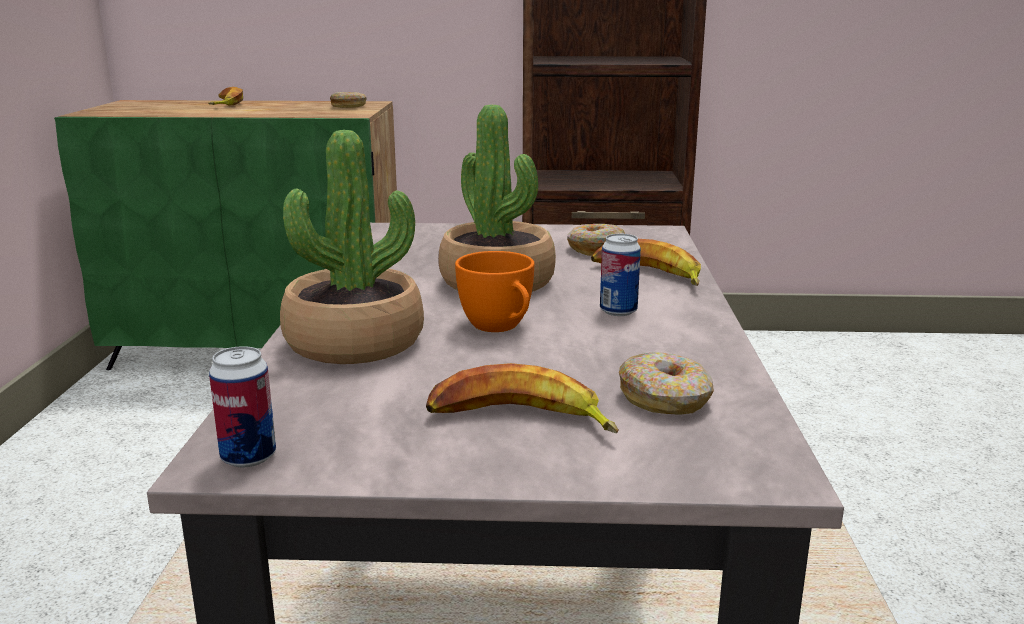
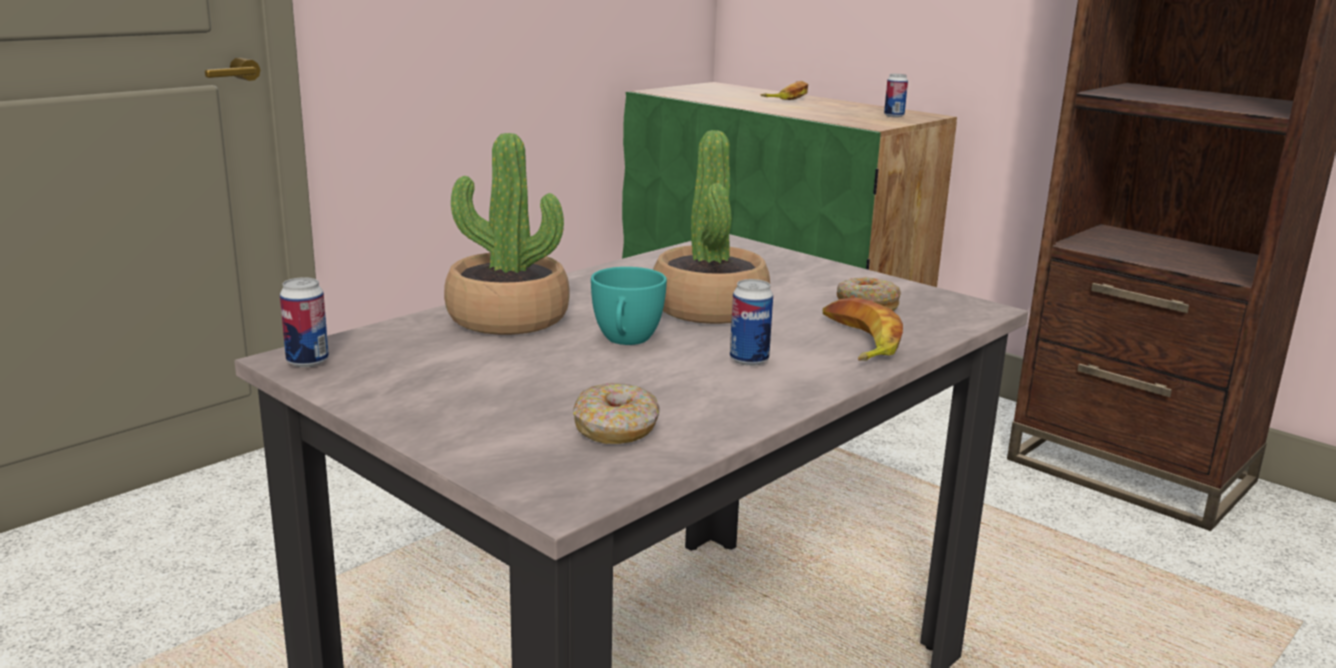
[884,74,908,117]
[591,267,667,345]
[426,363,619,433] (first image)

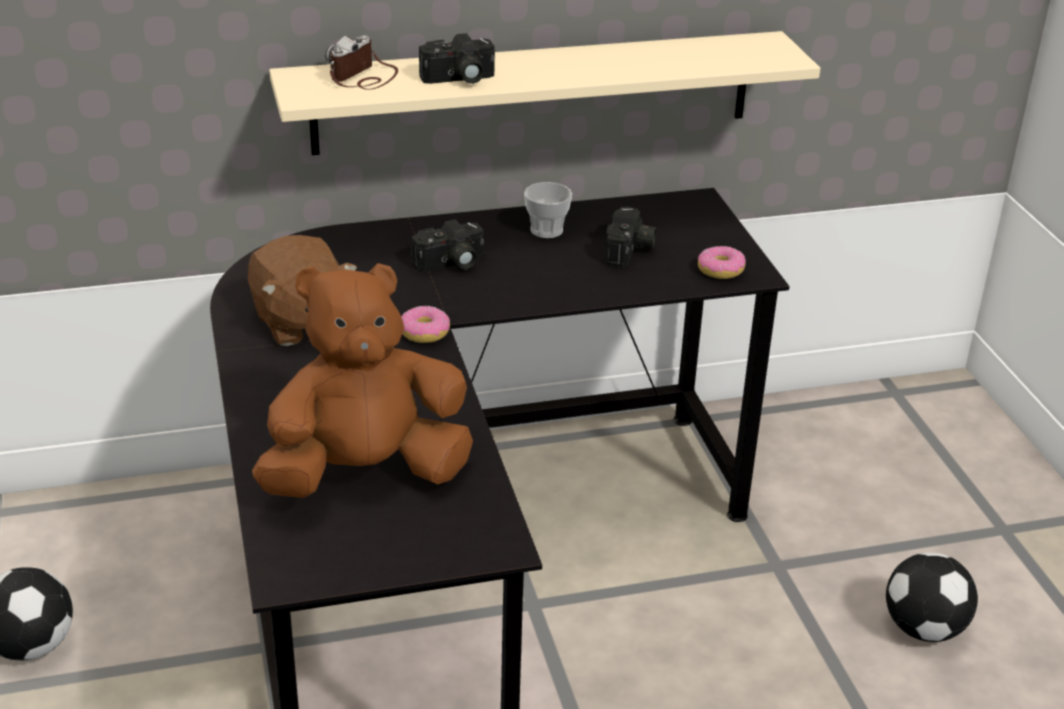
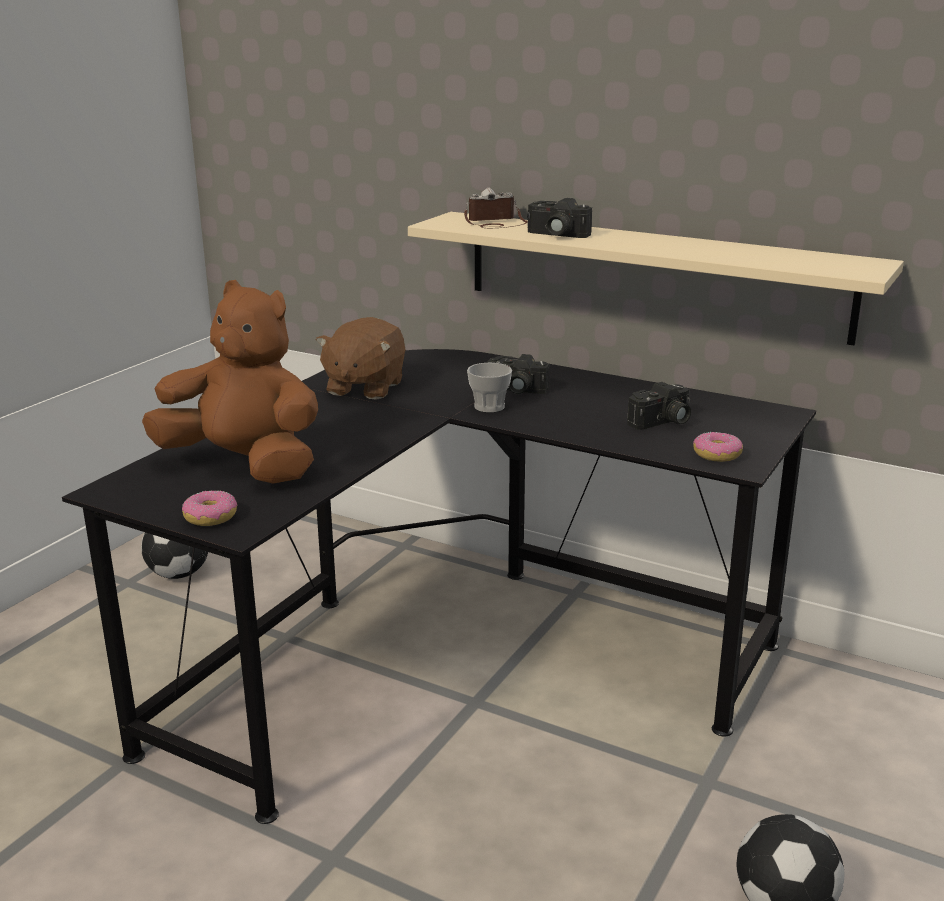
[467,363,512,413]
[182,490,238,526]

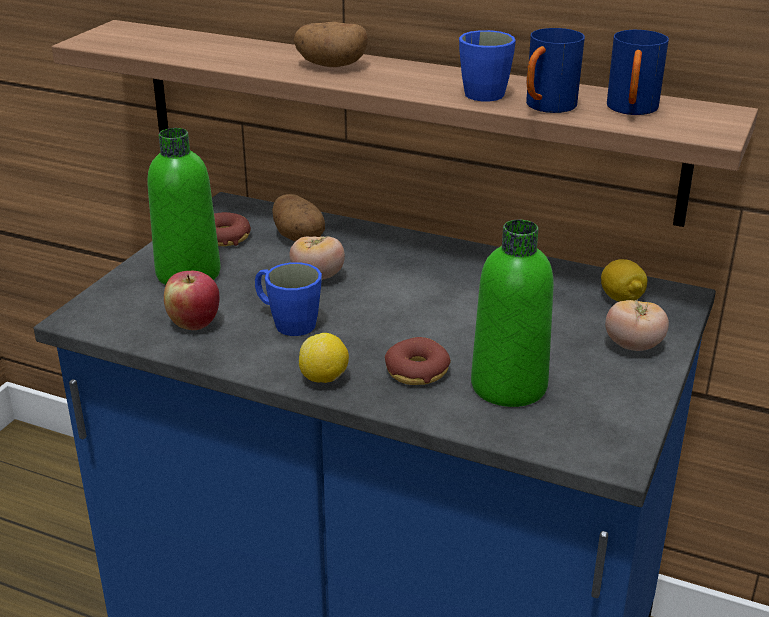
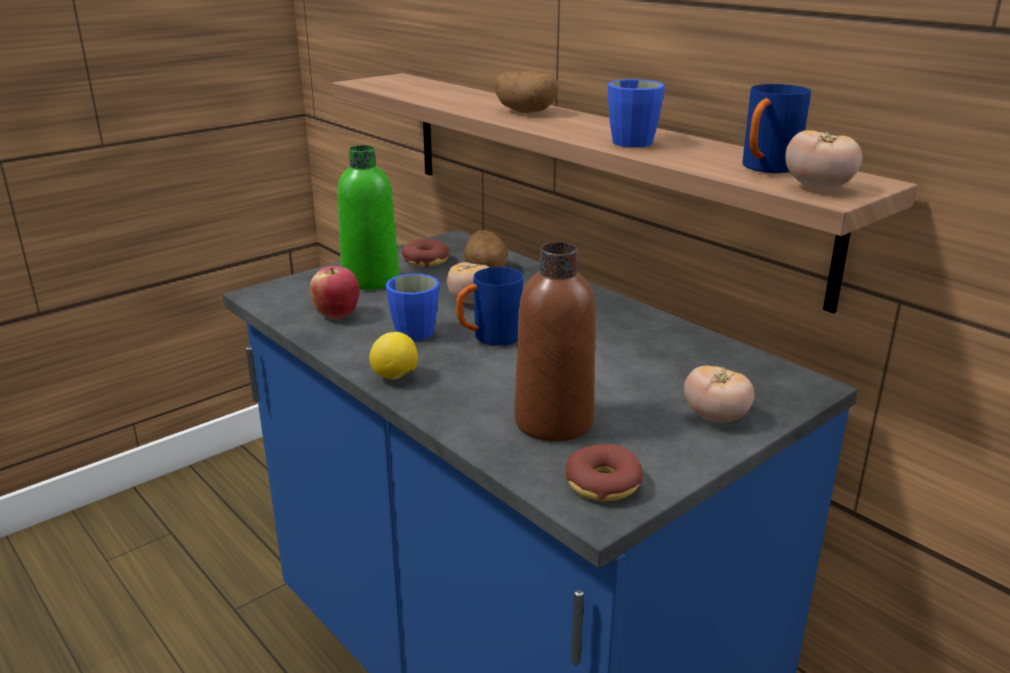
[456,267,523,346]
[514,242,595,441]
[601,259,647,302] (first image)
[565,444,643,501]
[785,130,862,189]

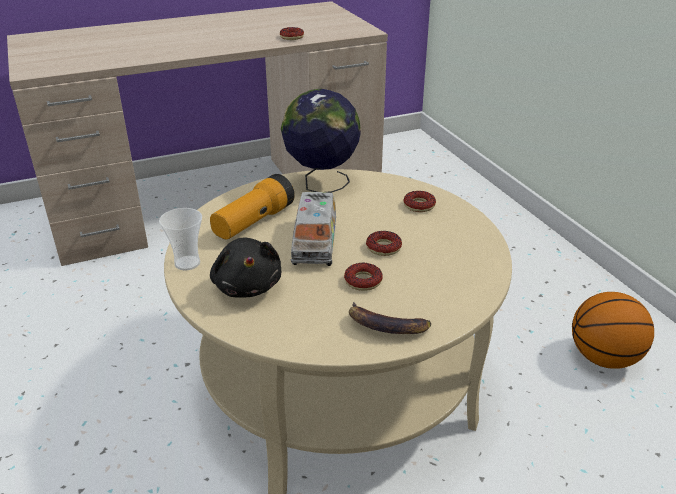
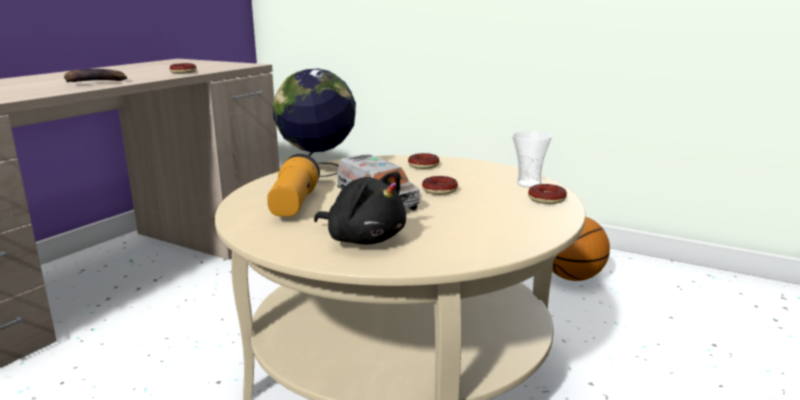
[512,131,552,187]
[528,184,567,204]
[64,69,127,83]

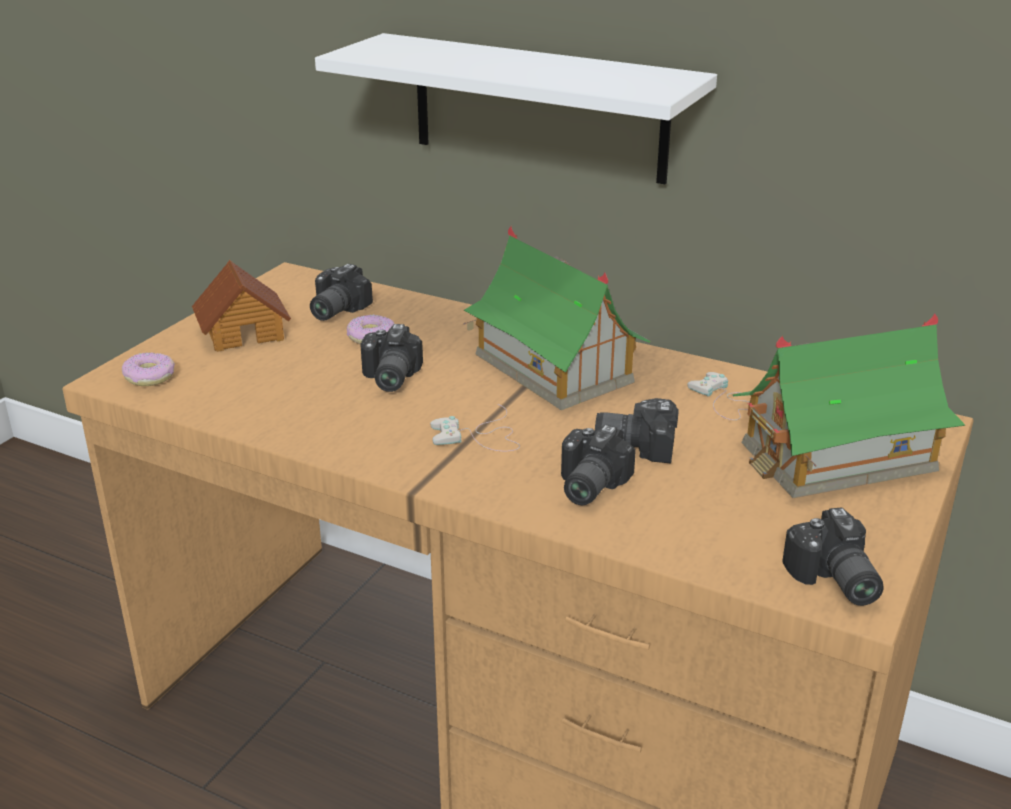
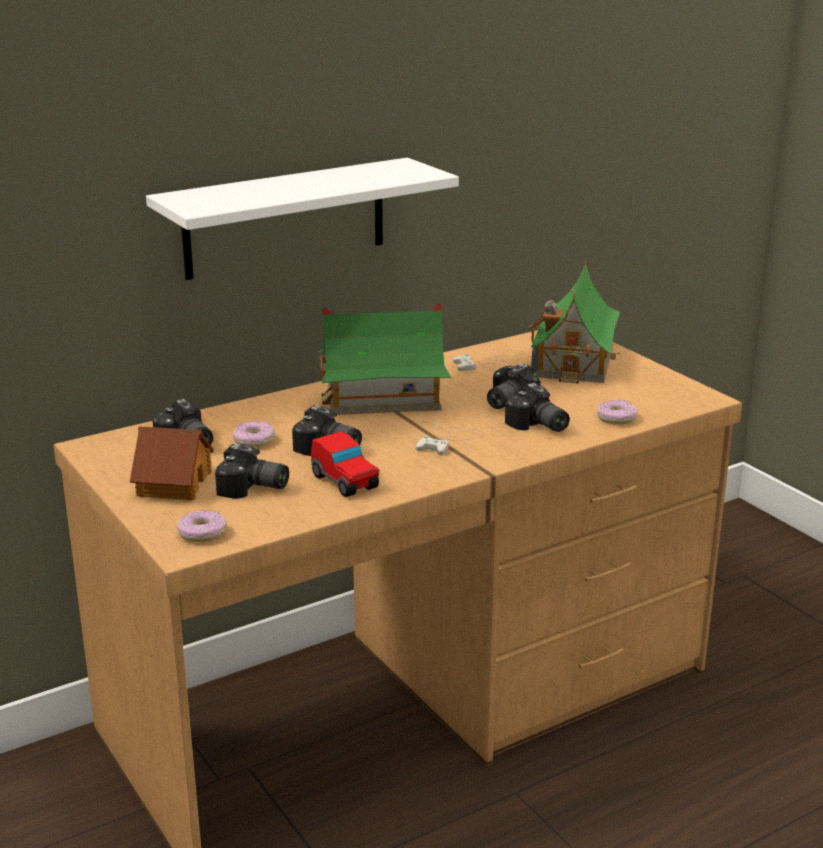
[215,444,289,499]
[597,400,638,424]
[311,431,380,497]

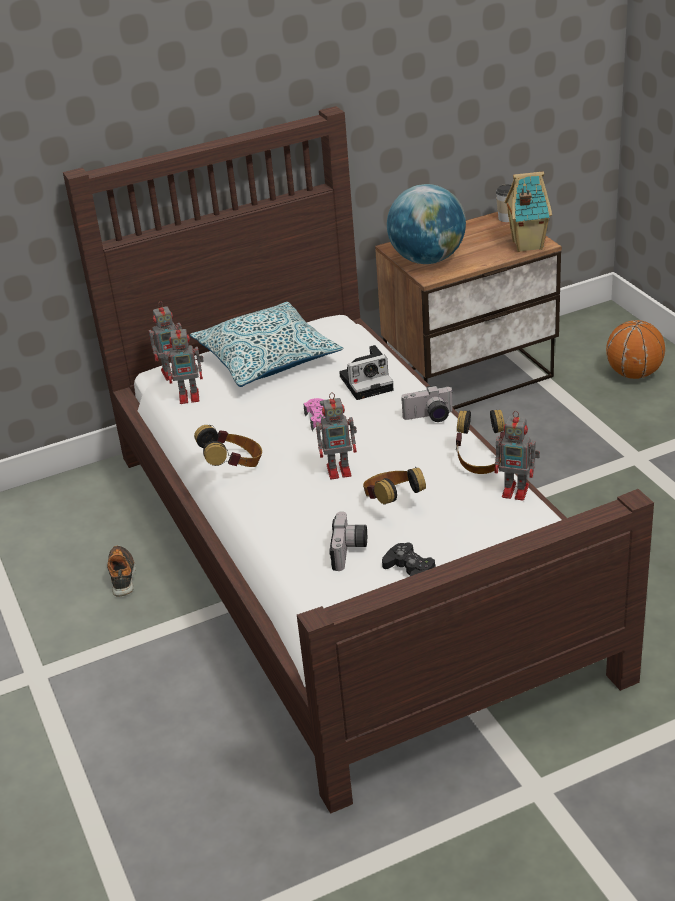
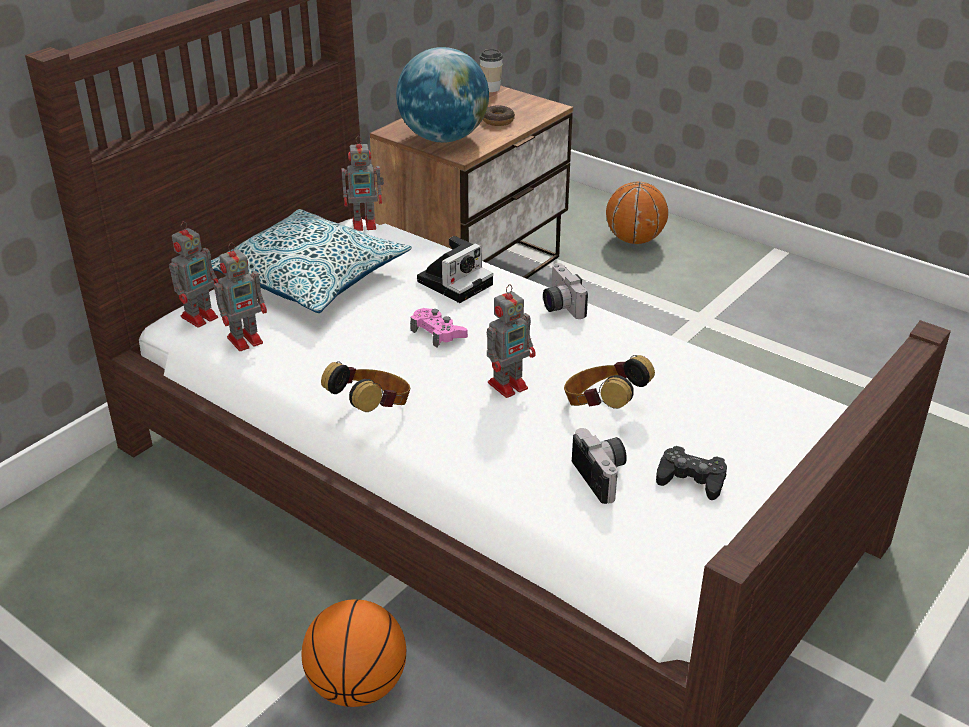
[505,171,552,252] (first image)
[543,263,588,319]
[456,410,505,474] (first image)
[341,136,384,231]
[107,545,136,597] (first image)
[483,105,515,126]
[302,599,406,707]

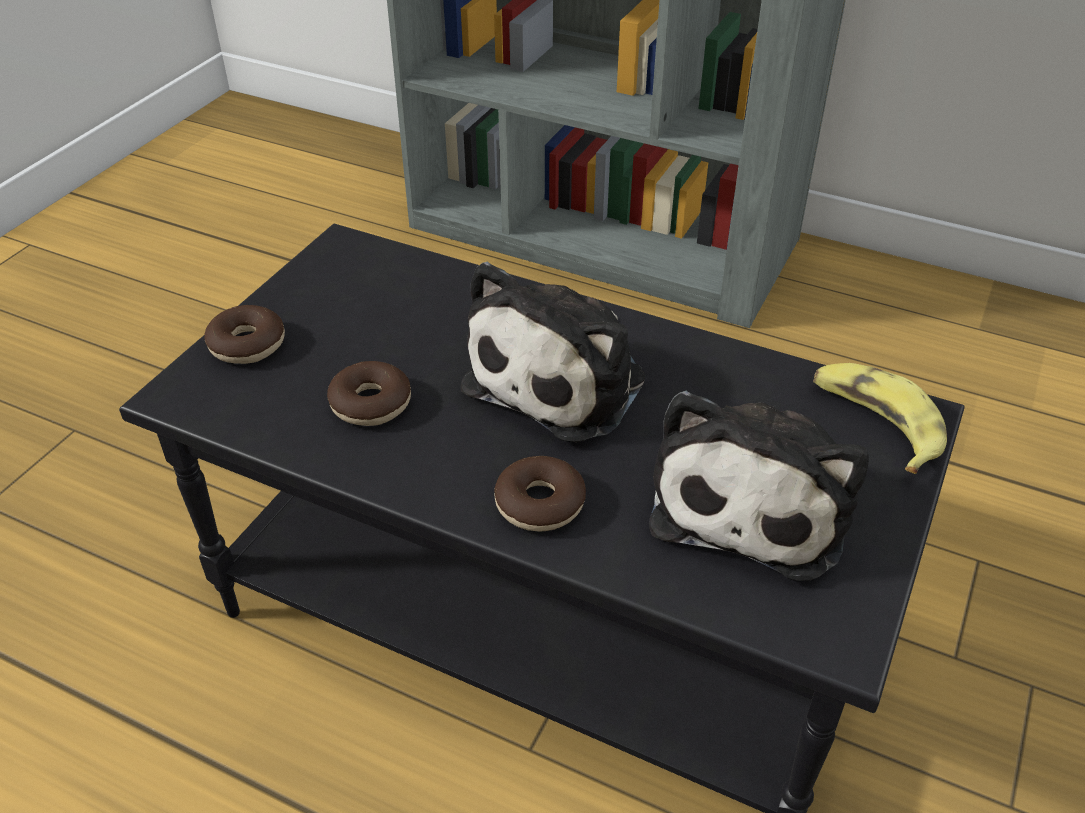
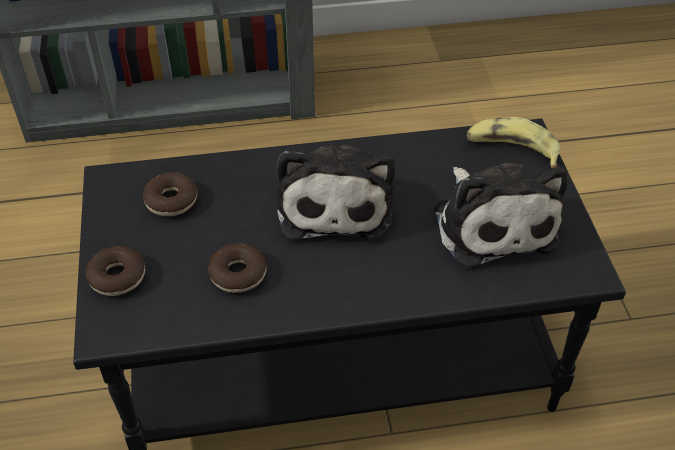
[143,172,197,216]

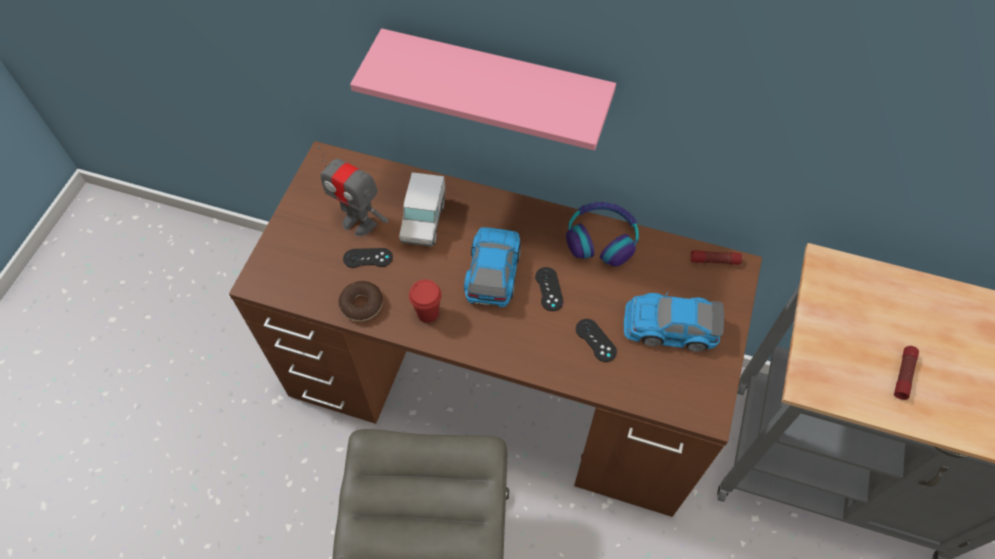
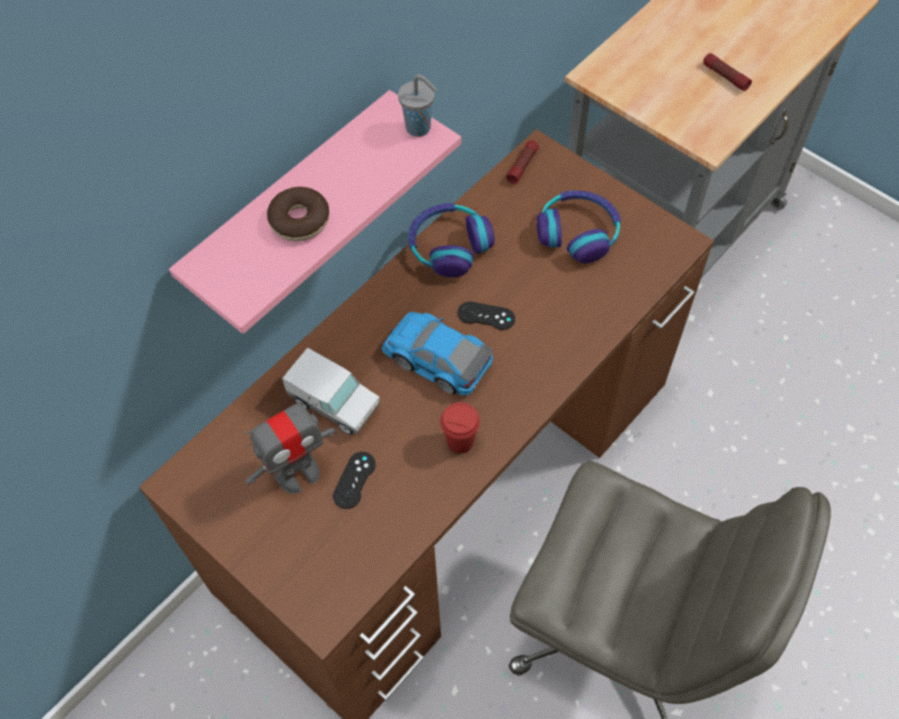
[267,187,329,241]
[537,190,621,263]
[576,319,617,362] (first image)
[398,74,437,137]

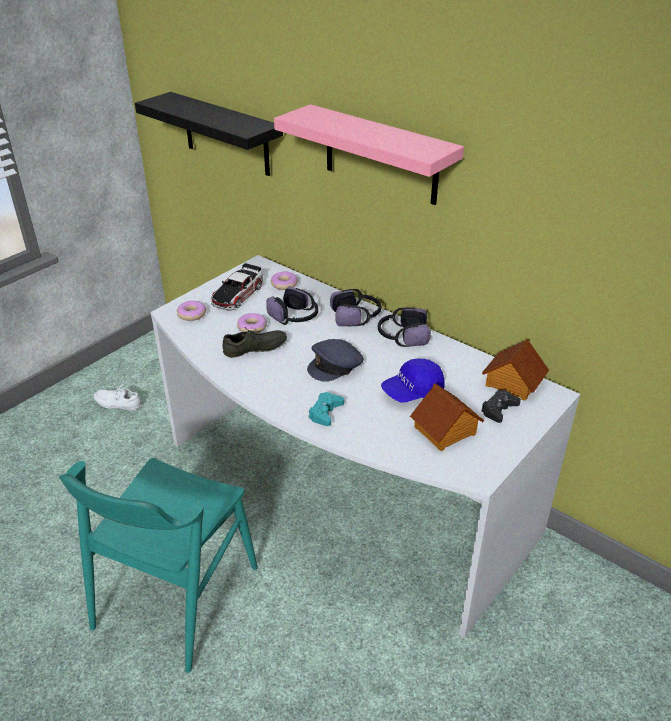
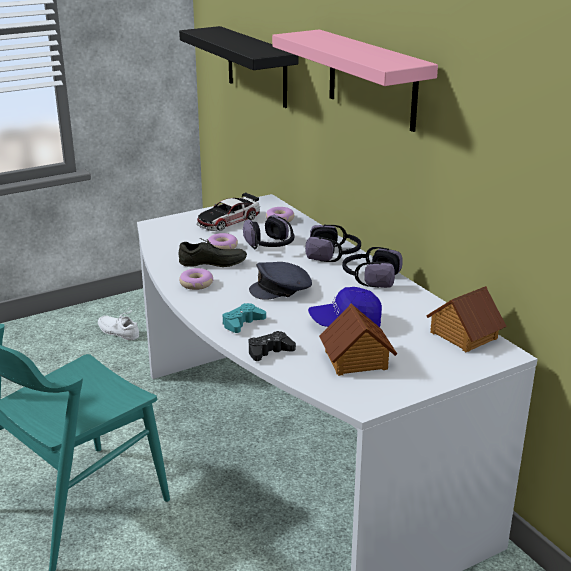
[179,268,213,290]
[249,331,296,361]

